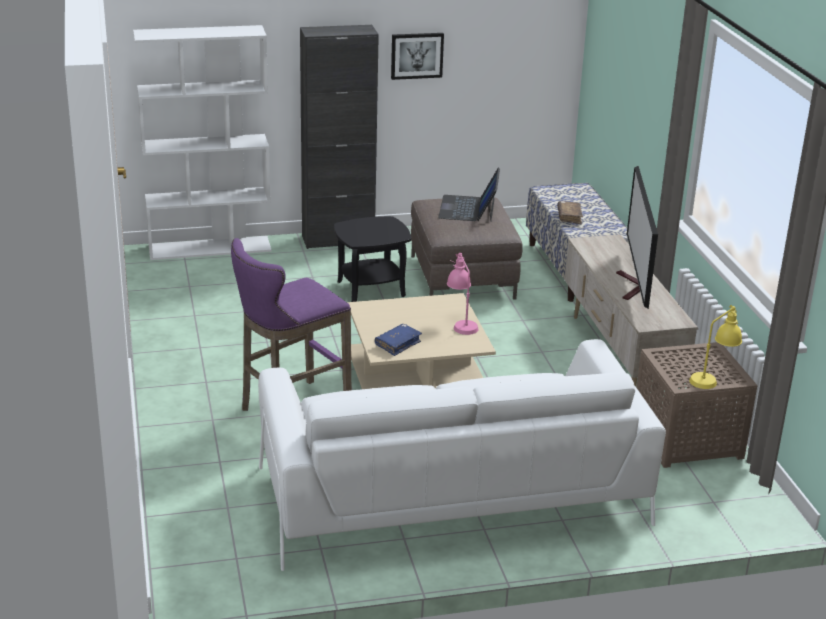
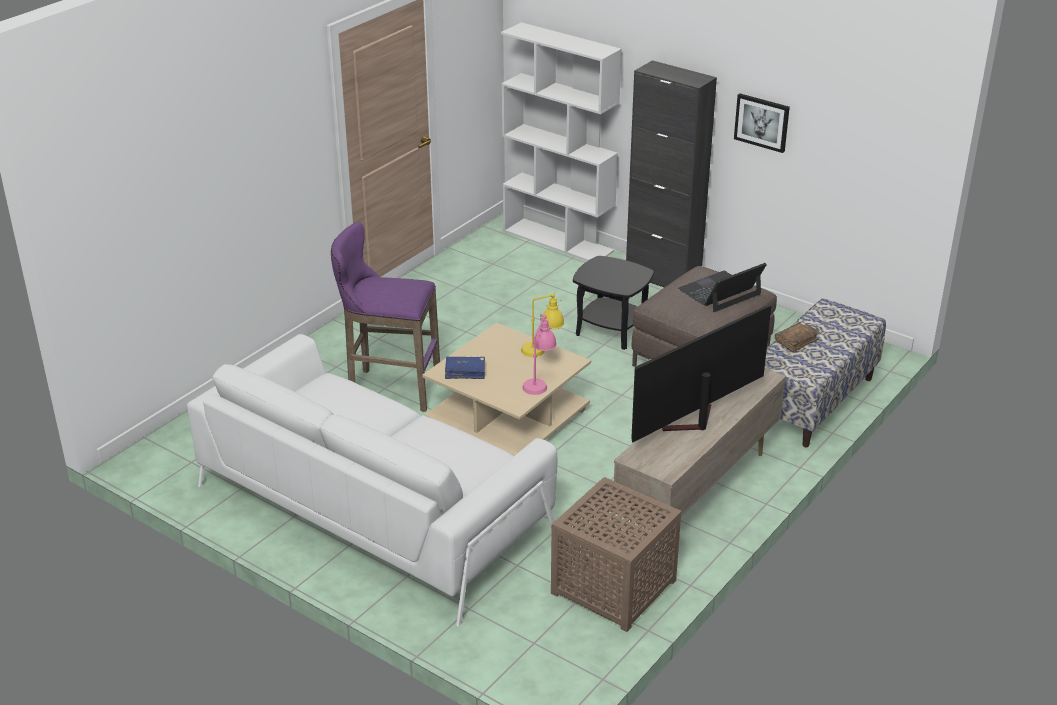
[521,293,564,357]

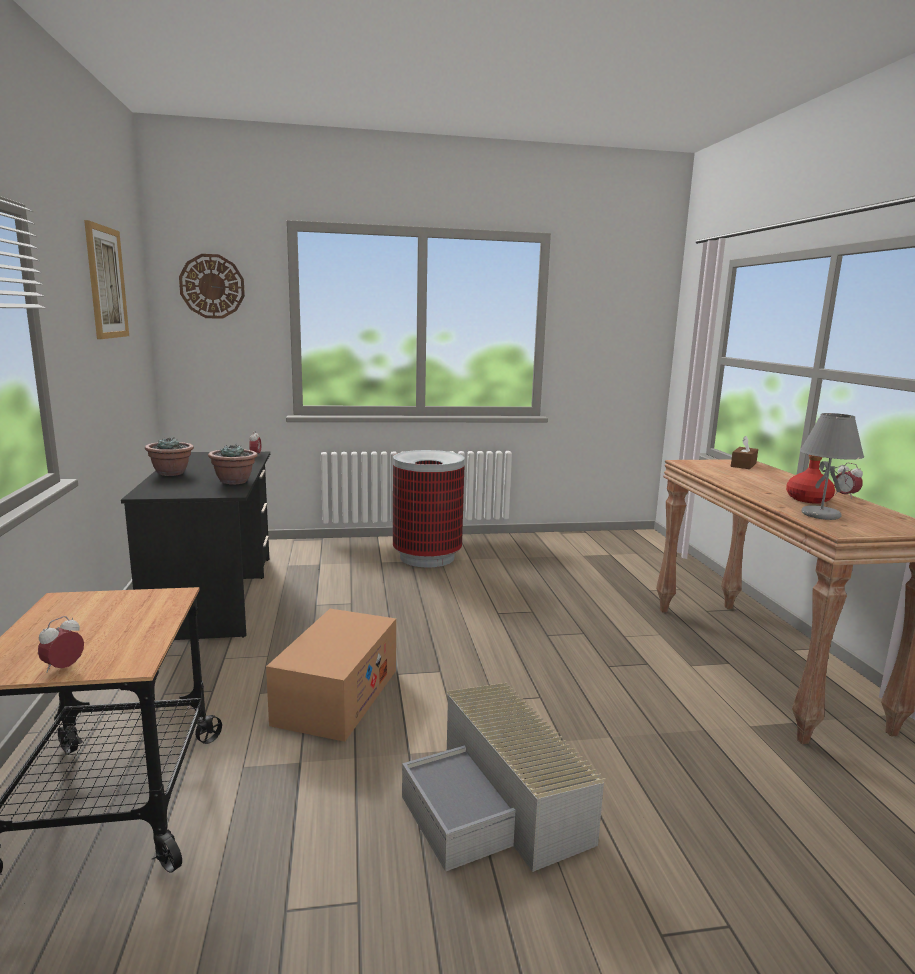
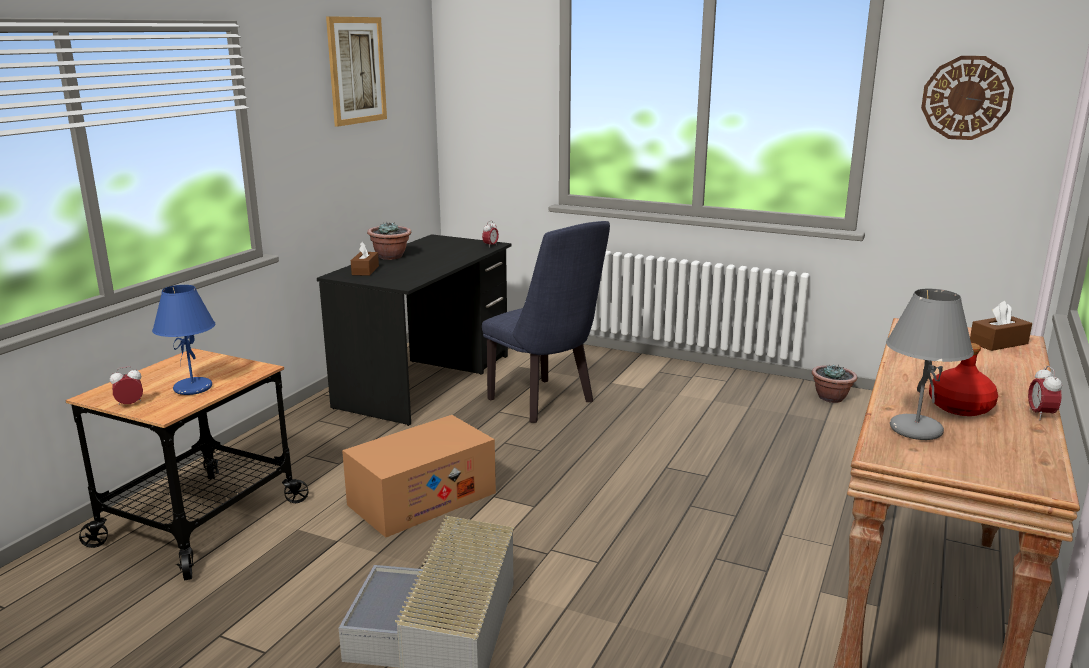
[921,56,1014,140]
[812,364,857,403]
[393,450,465,567] (first image)
[482,221,610,423]
[351,242,379,276]
[152,285,215,395]

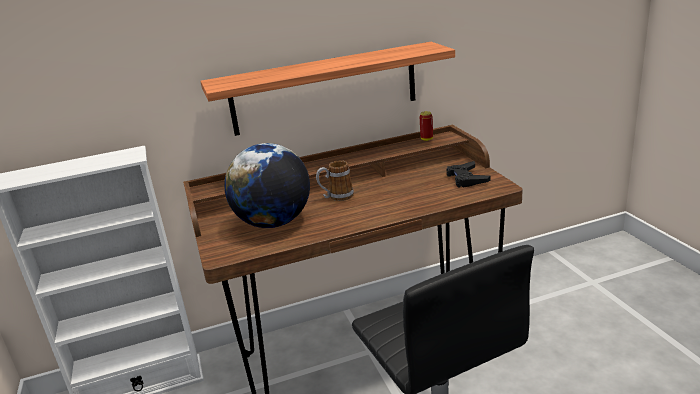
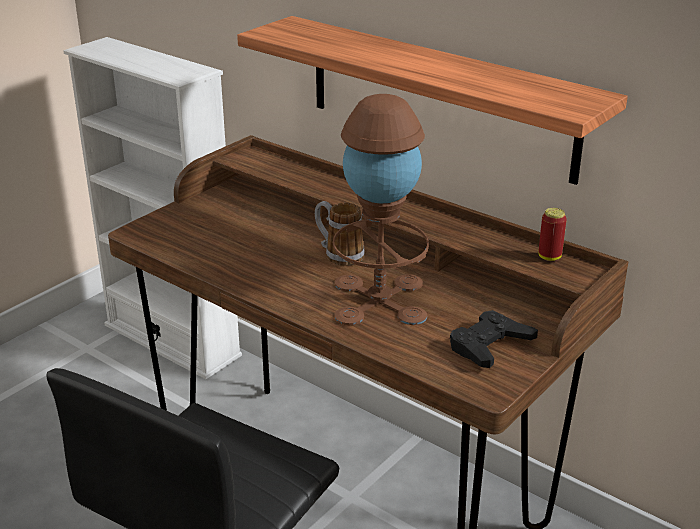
[224,143,310,228] (first image)
[332,94,429,325]

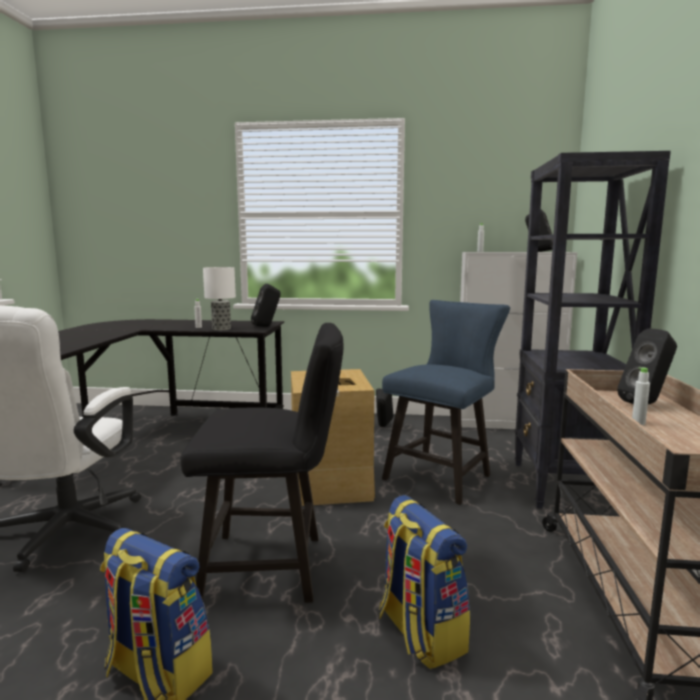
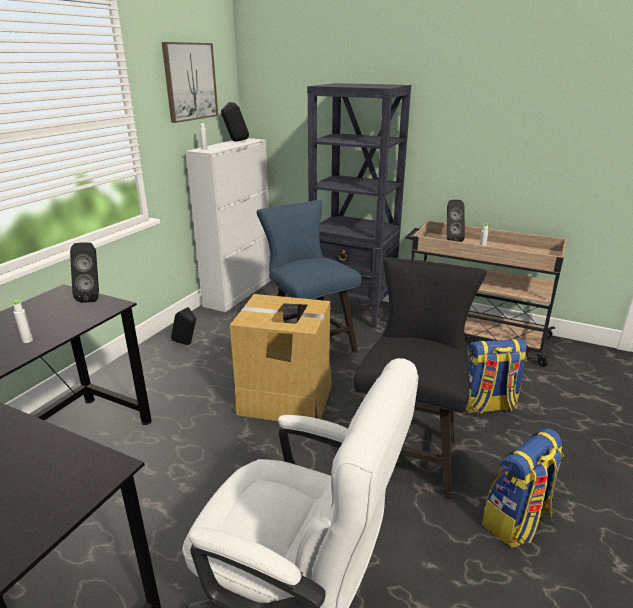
[203,267,236,330] (first image)
[162,42,218,123]

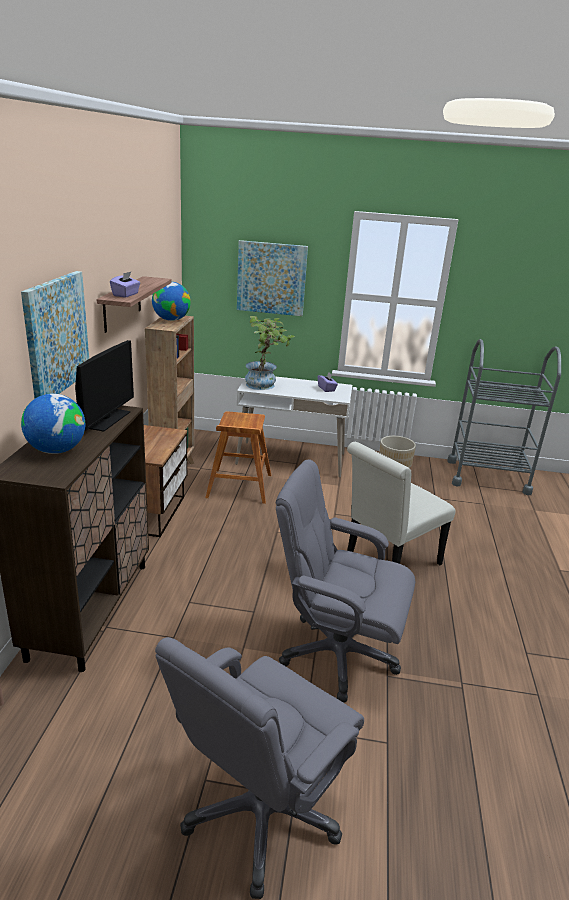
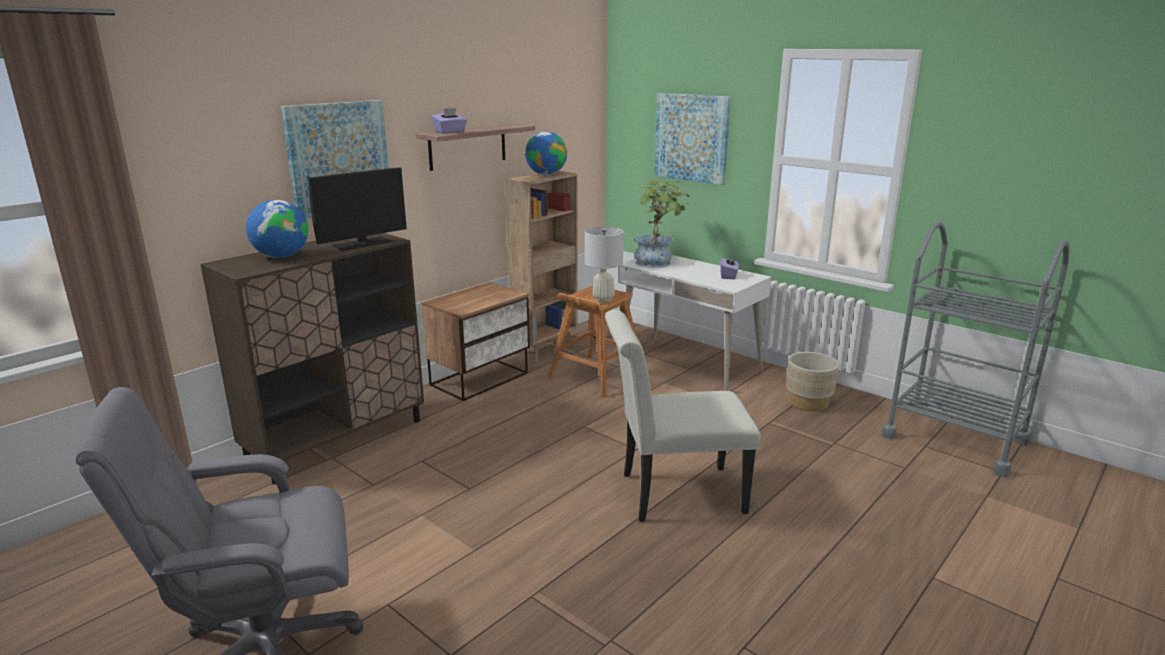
[276,459,415,703] (first image)
[585,227,624,304]

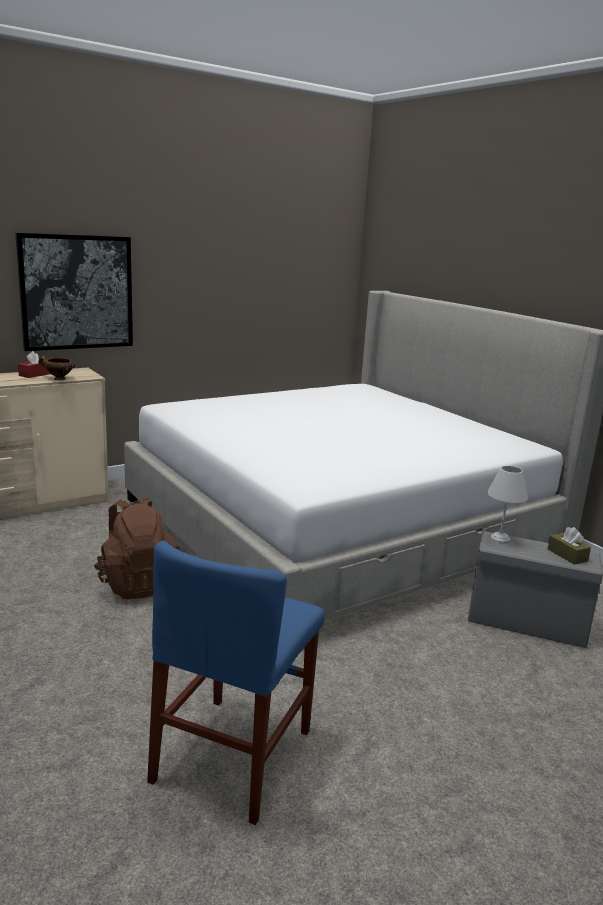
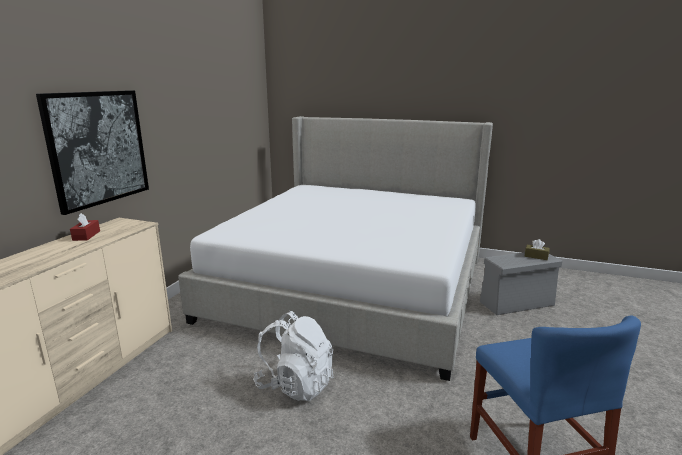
[38,355,75,380] (first image)
[487,466,528,544] (first image)
[253,311,333,401]

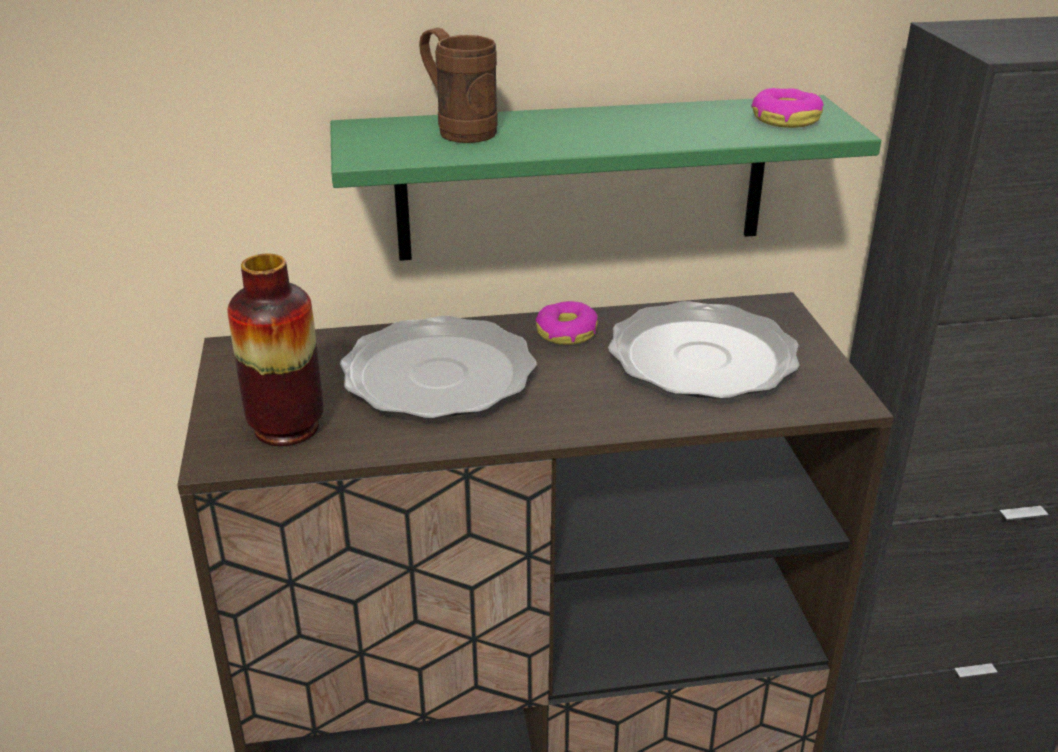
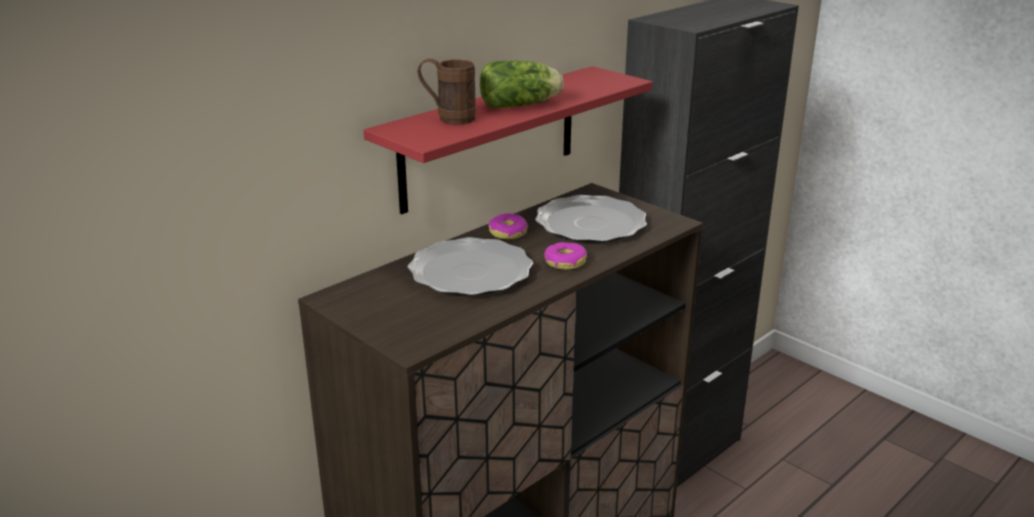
[544,242,587,270]
[363,66,652,214]
[227,254,324,446] (first image)
[480,60,563,108]

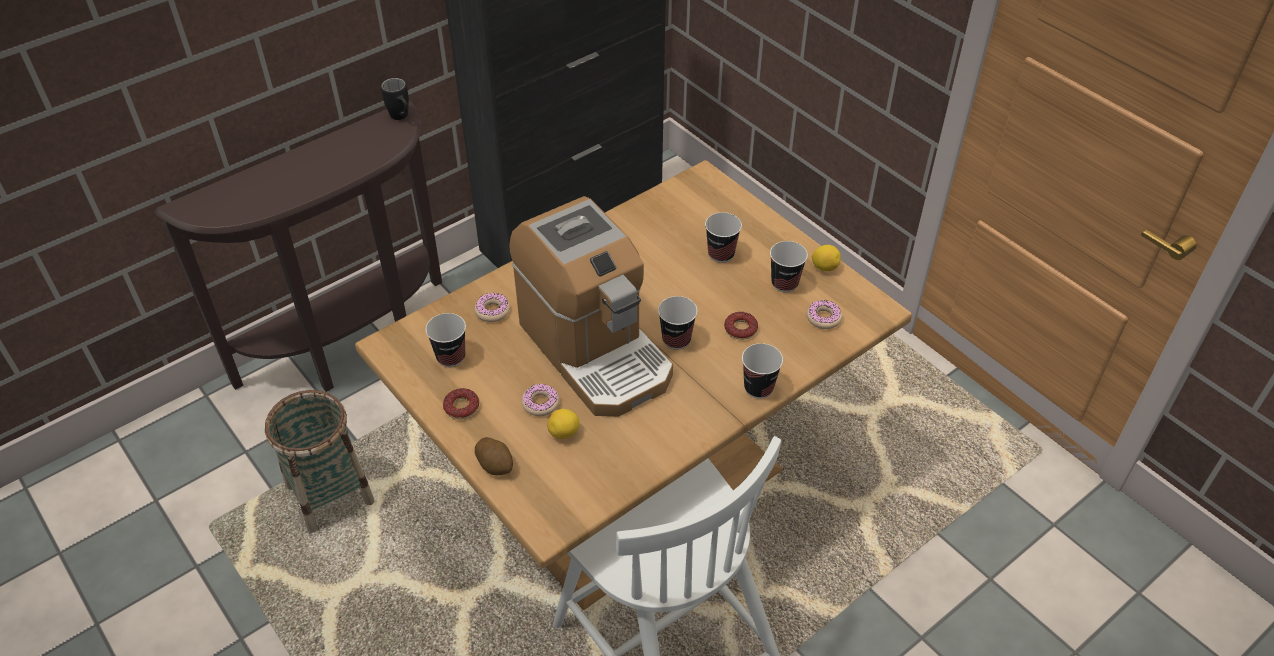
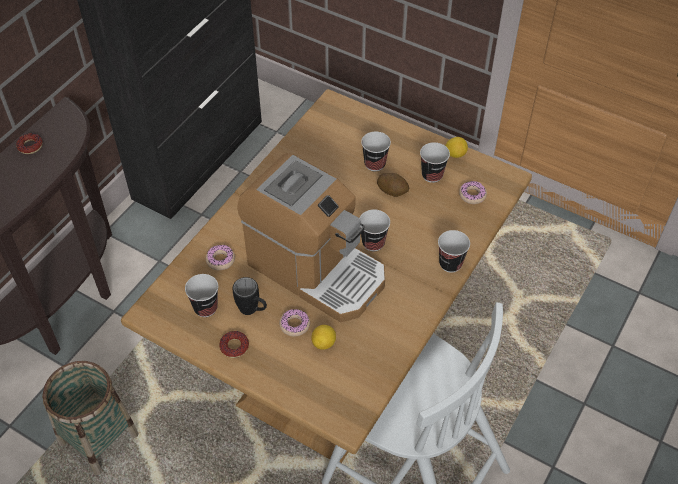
[233,277,267,315]
[16,133,43,154]
[377,173,409,197]

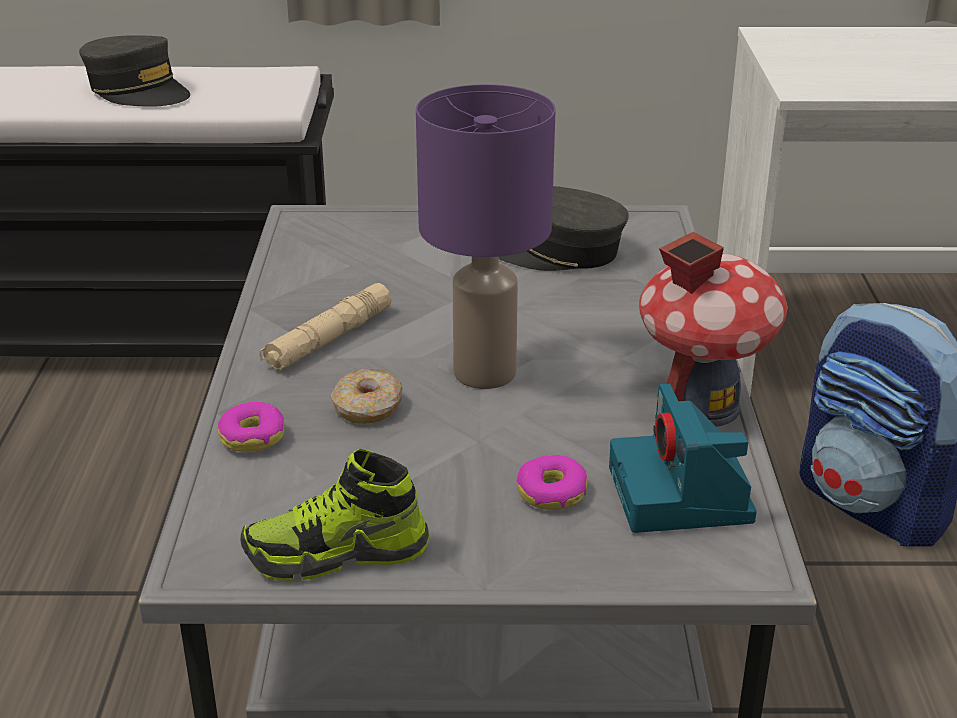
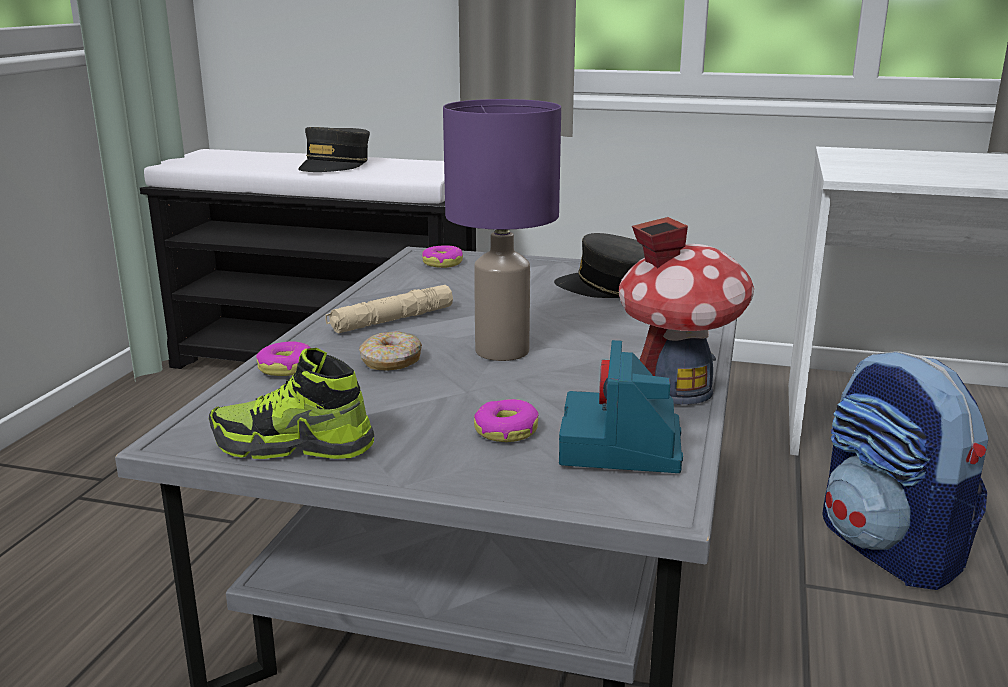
[298,127,370,172]
[422,245,463,268]

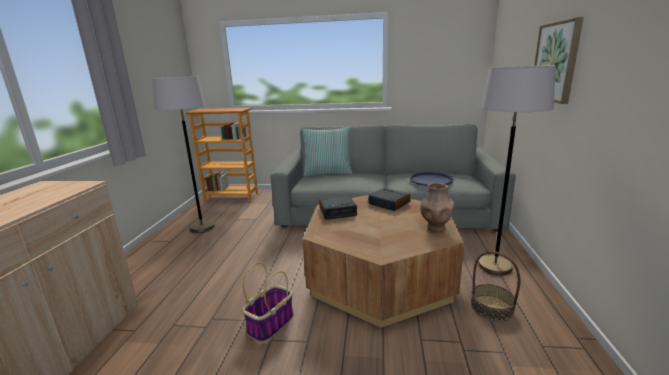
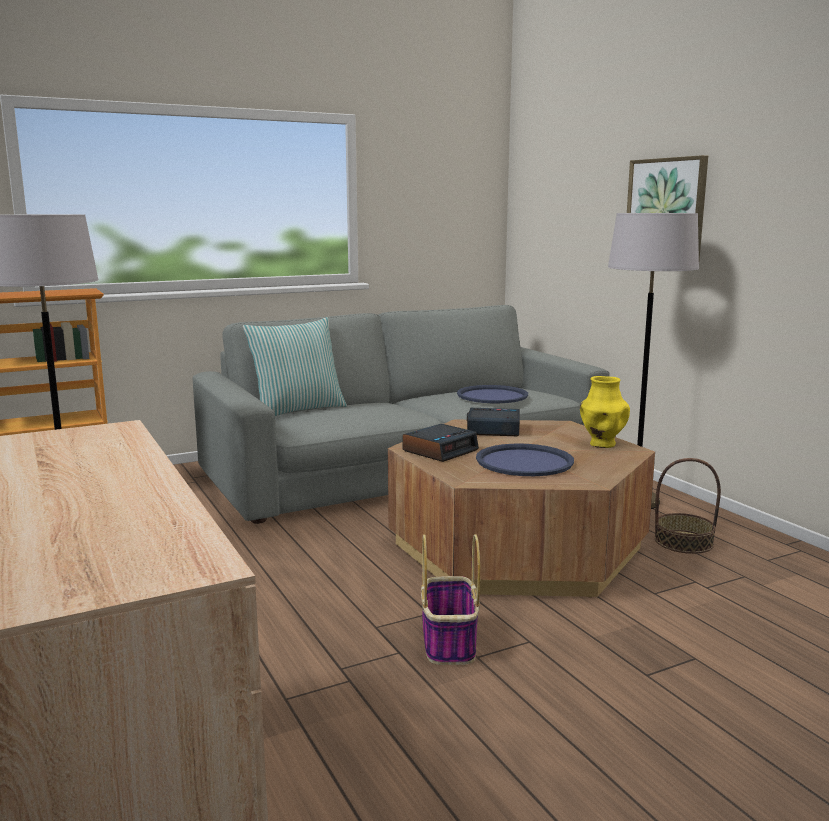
[580,376,630,448]
[476,444,574,476]

